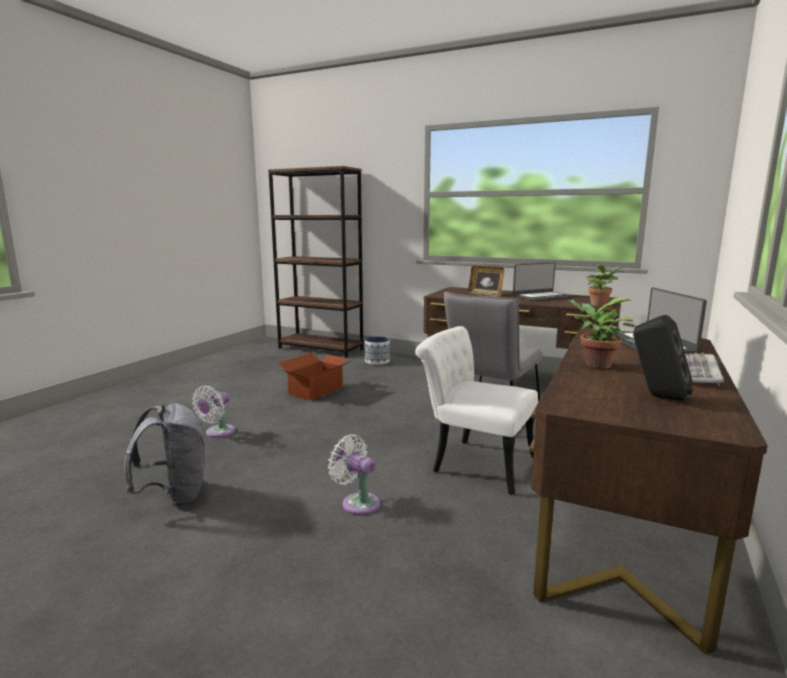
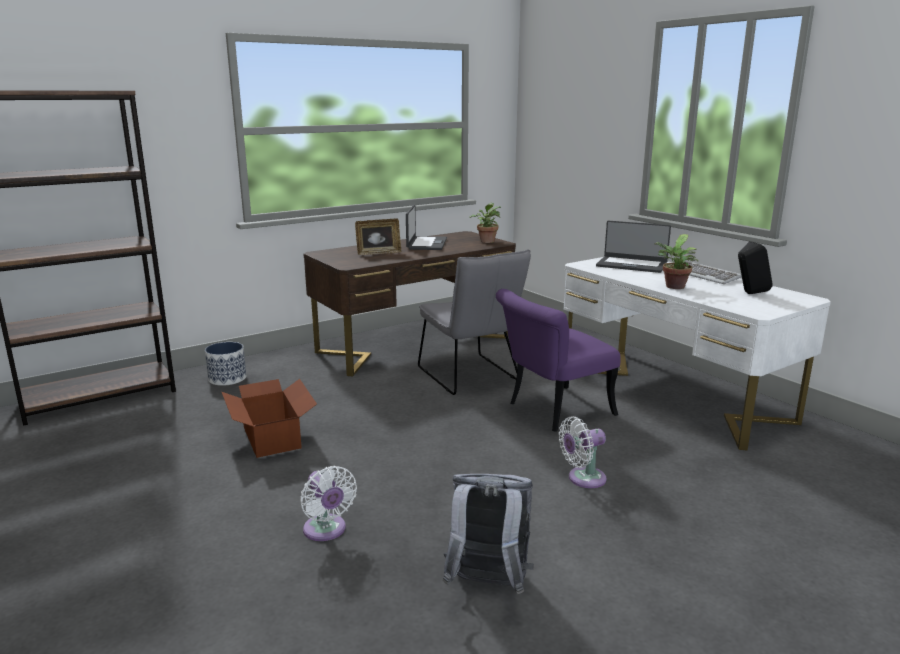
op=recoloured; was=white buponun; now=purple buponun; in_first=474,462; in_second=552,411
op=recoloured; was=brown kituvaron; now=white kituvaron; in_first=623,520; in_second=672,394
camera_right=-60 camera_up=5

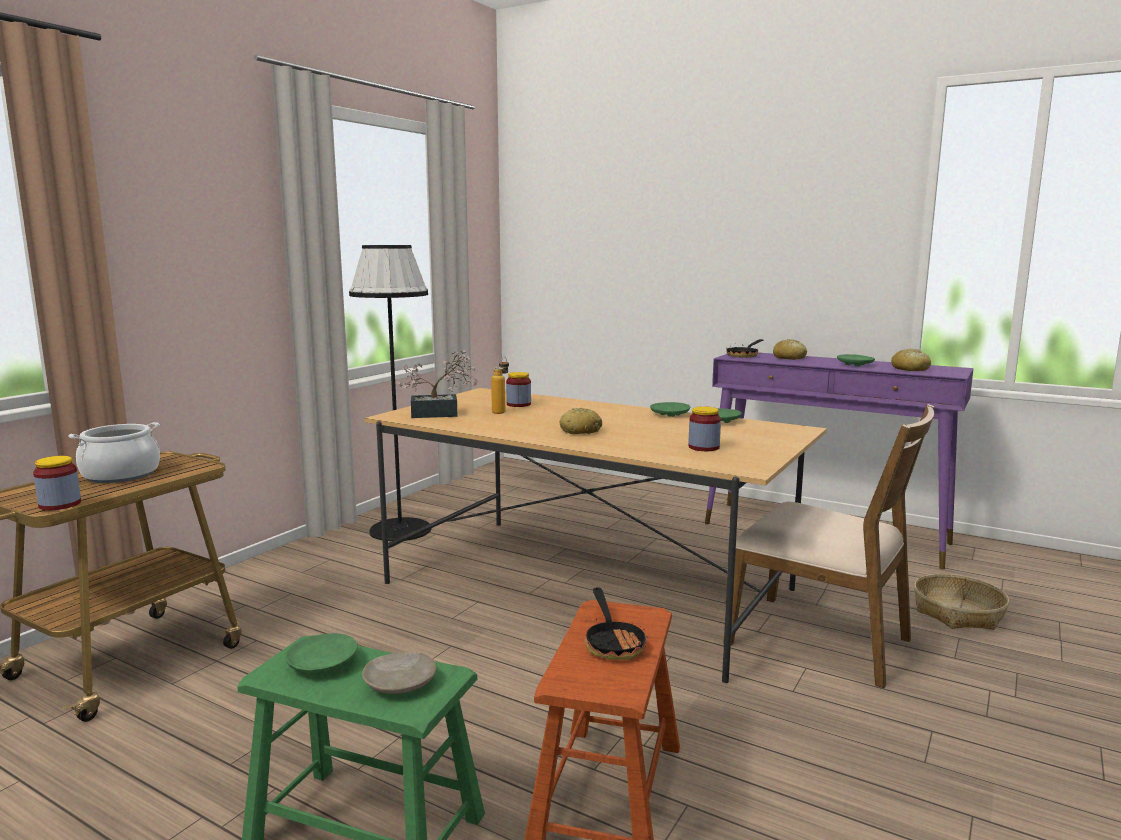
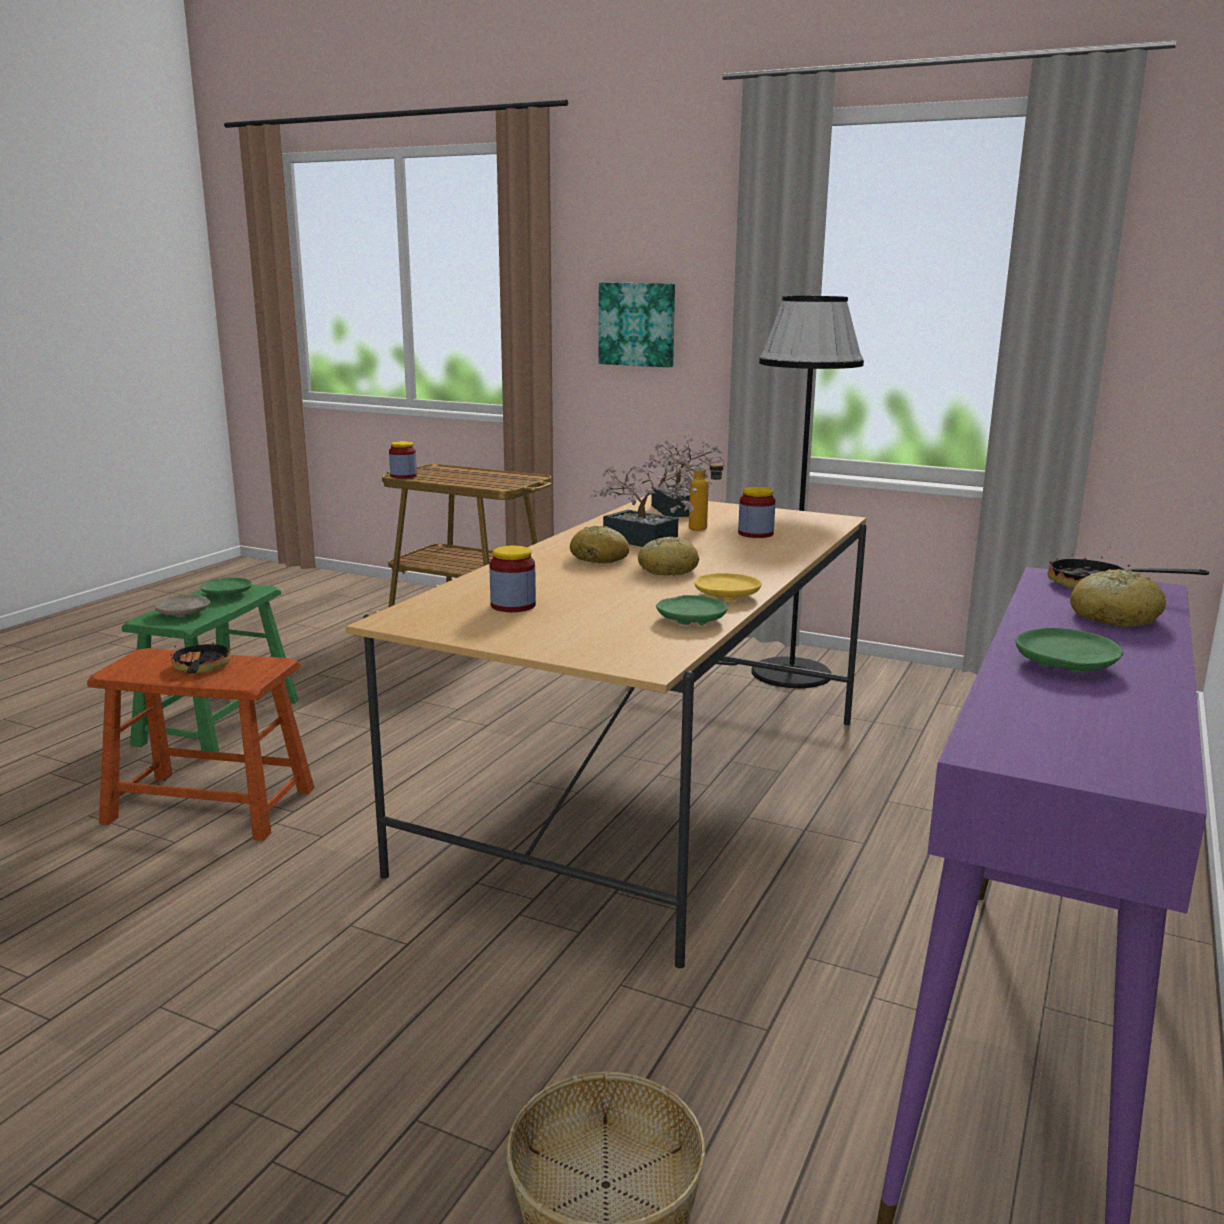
op=turned; was=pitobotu; in_first=613,642; in_second=200,668; clockwise=90
op=added; now=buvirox; in_second=647,541
op=added; now=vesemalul; in_second=637,324
op=moved; was=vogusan; in_first=910,369; in_second=667,570
op=recoloured; was=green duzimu; now=yellow duzimu; in_first=669,415; in_second=726,596
op=removed; was=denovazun; in_first=121,475
op=removed; was=brown buponun; in_first=820,640
camera_right=85 camera_up=5

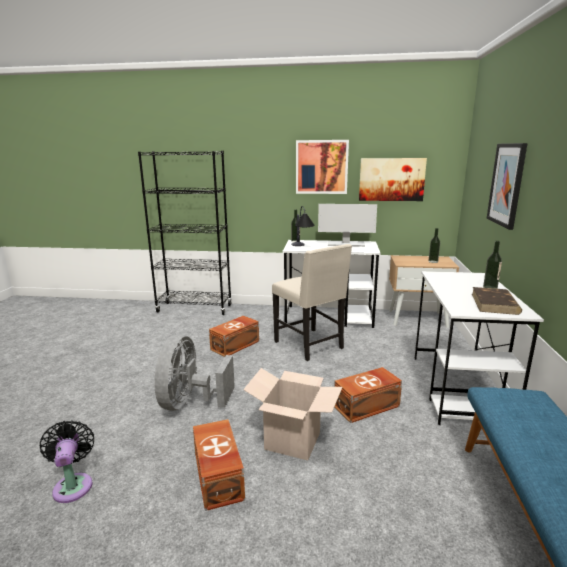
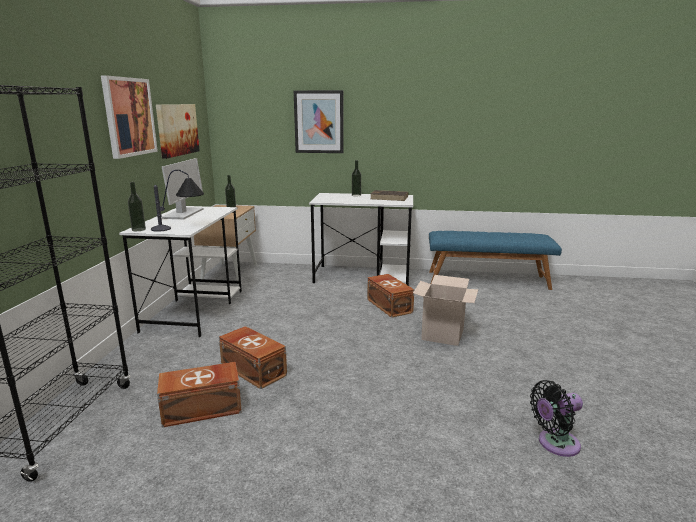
op=moved; was=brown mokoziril; in_first=217,477; in_second=203,409
op=removed; was=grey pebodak; in_first=190,403
op=removed; was=beige buponun; in_first=310,345
camera_right=-90 camera_up=0

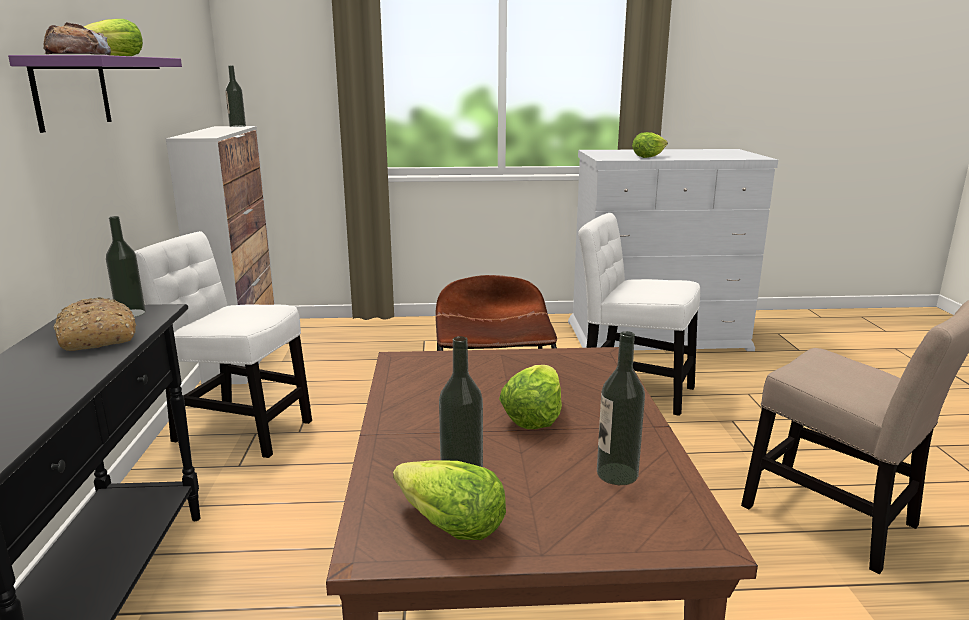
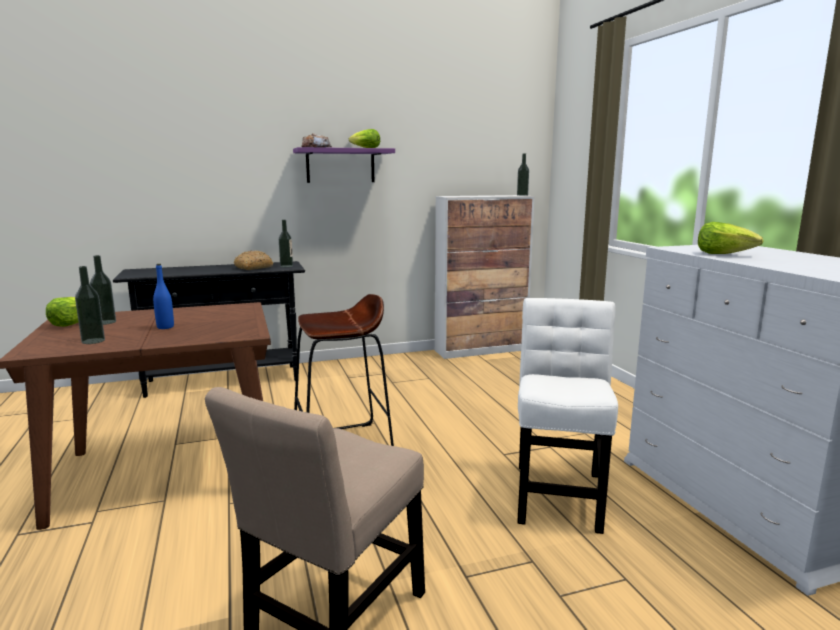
op=replaced; was=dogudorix; now=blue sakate; in_first=533,416; in_second=165,327
op=removed; was=white buponun; in_first=238,429
camera_right=75 camera_up=-5

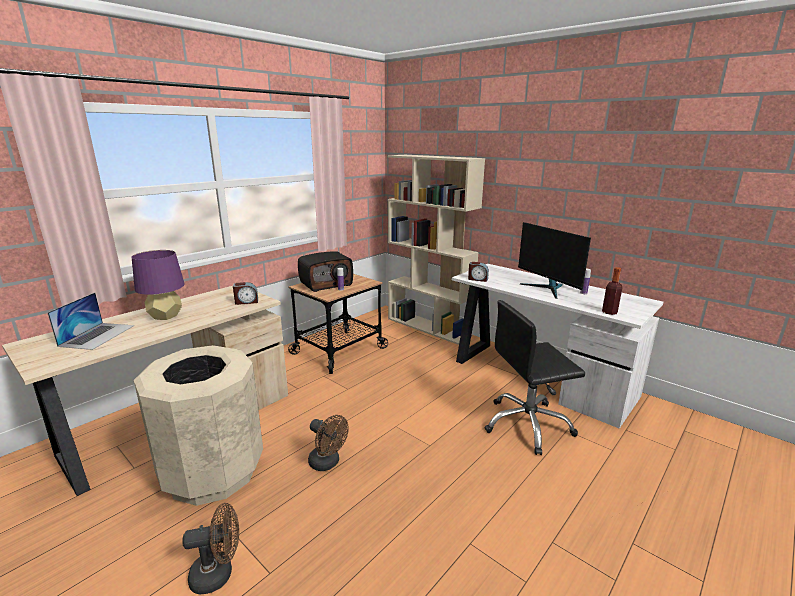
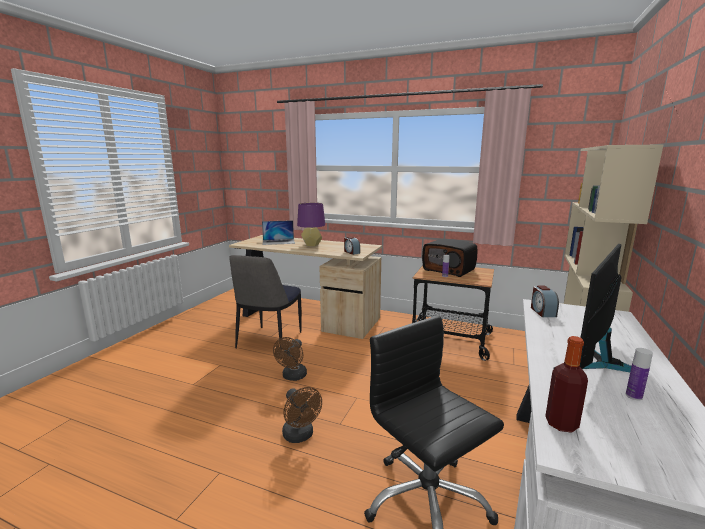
op=replaced; was=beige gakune; now=buponun; in_first=213,473; in_second=269,341
op=moved; was=brown pebodak; in_first=218,573; in_second=300,436
camera_right=70 camera_up=-5

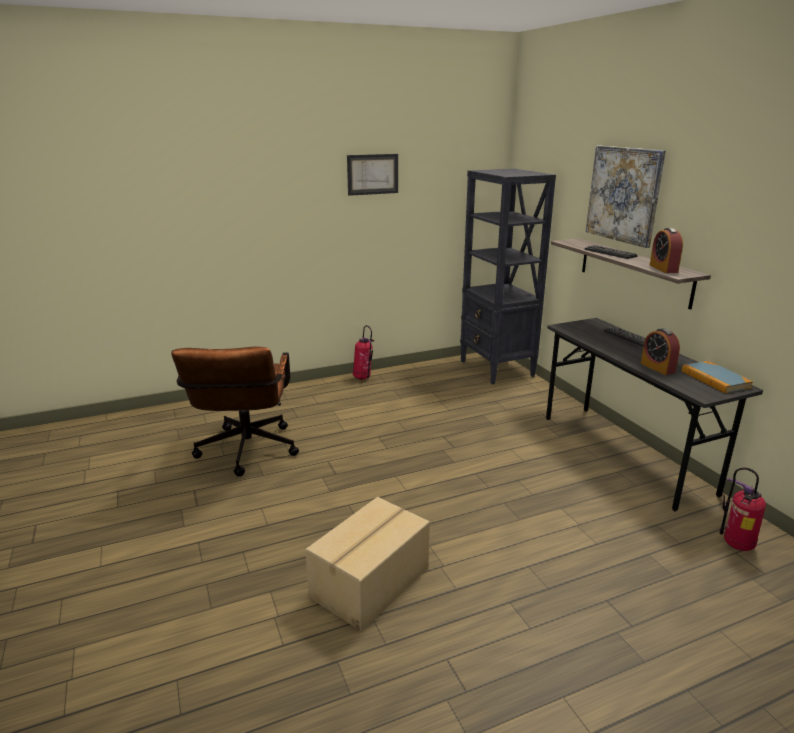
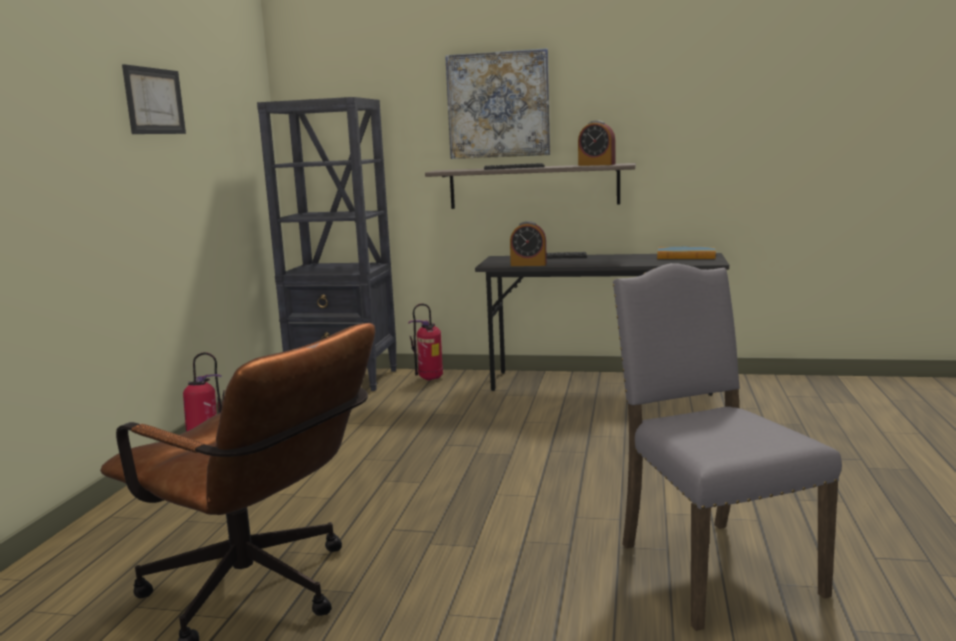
op=moved; was=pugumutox; in_first=735,546; in_second=429,379
op=moved; was=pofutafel; in_first=657,368; in_second=528,264
op=replaced; was=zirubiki; now=grey buponun; in_first=372,583; in_second=711,567
camera_right=-55 camera_up=-10

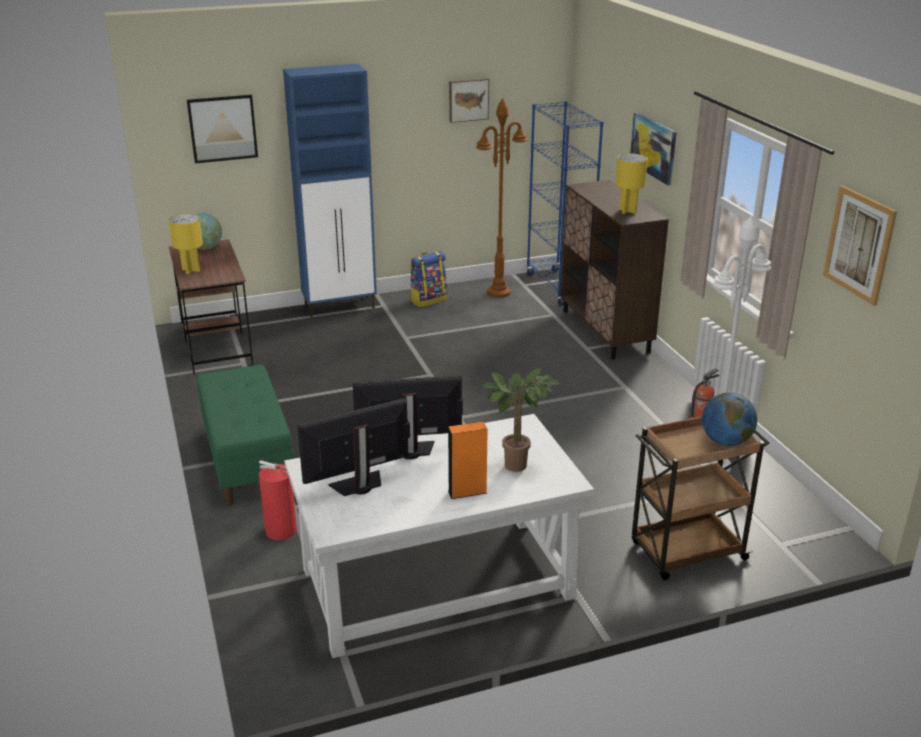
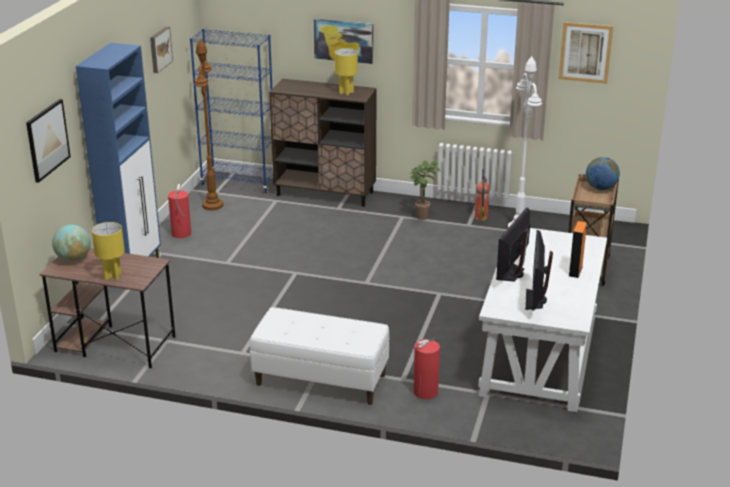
op=replaced; was=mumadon; now=pugumutox; in_first=428,300; in_second=181,234
op=recoloured; was=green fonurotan; now=white fonurotan; in_first=247,460; in_second=320,380
op=moved; was=buvirox; in_first=519,464; in_second=422,216
camera_right=-55 camera_up=0

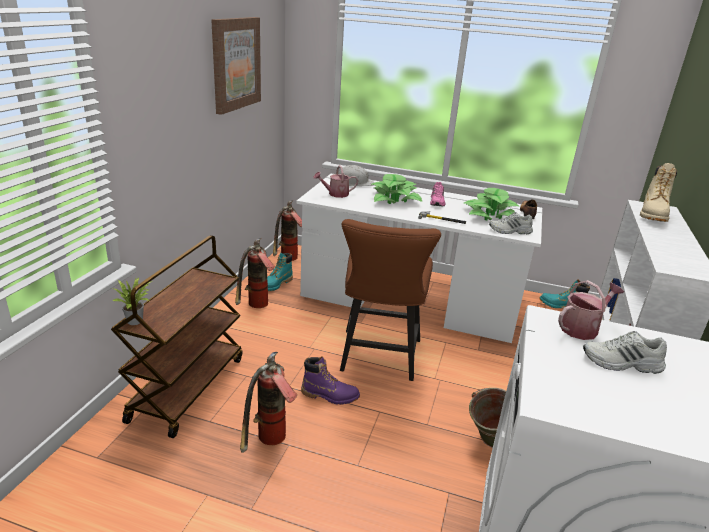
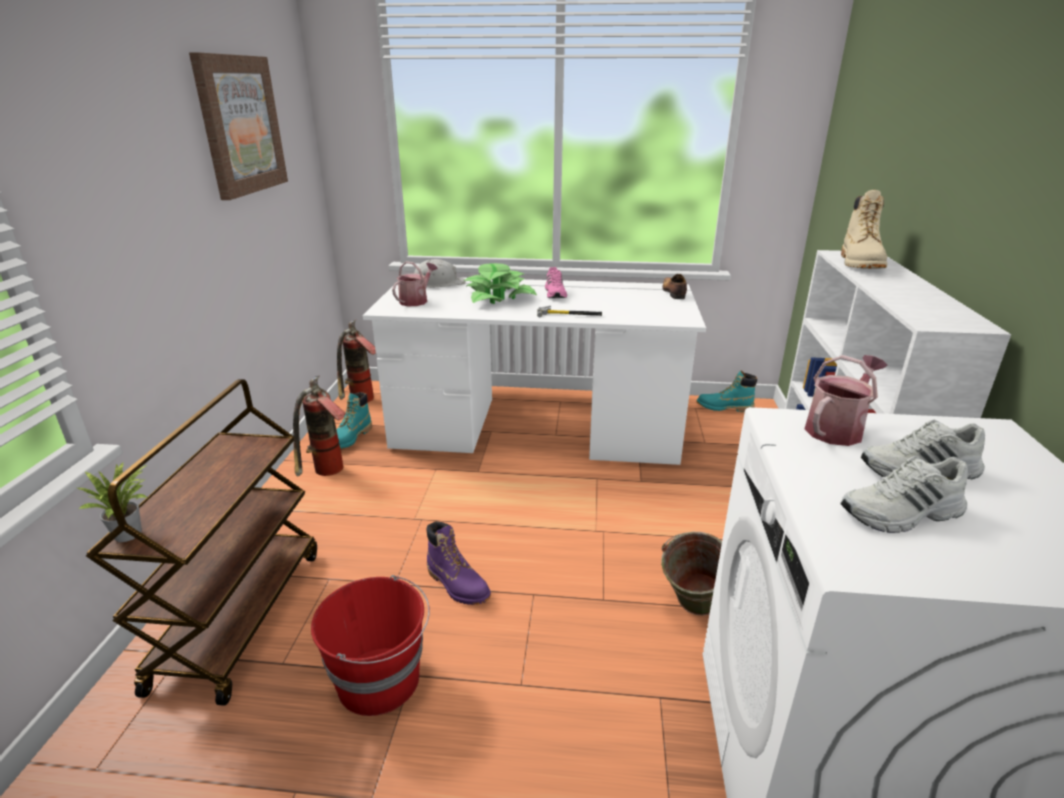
op=replaced; was=pugumutox; now=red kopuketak; in_first=268,443; in_second=380,680
op=turned; was=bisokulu; in_first=335,194; in_second=416,300; clockwise=150
op=turned; was=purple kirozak; in_first=330,395; in_second=457,584; clockwise=45
op=moved; was=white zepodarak; in_first=510,231; in_second=902,514
op=removed; was=brown buponun; in_first=379,359
op=removed; was=buvirox; in_first=489,214
camera_right=-10 camera_up=0

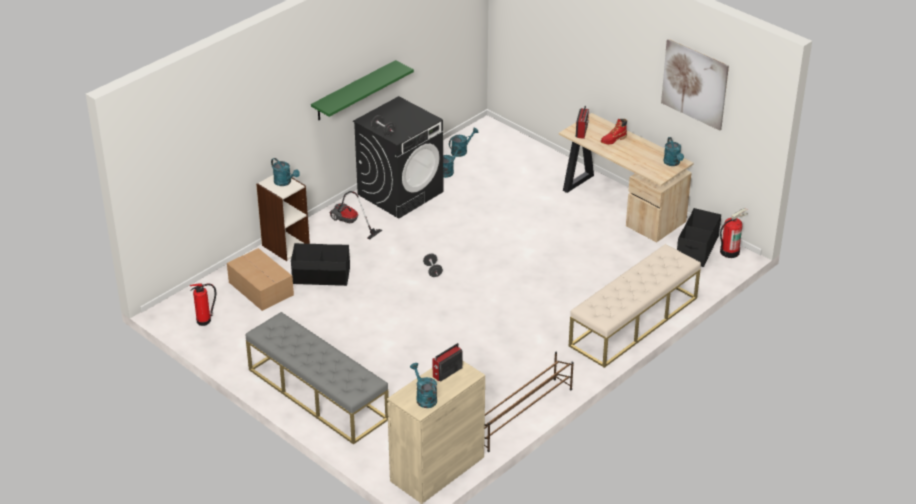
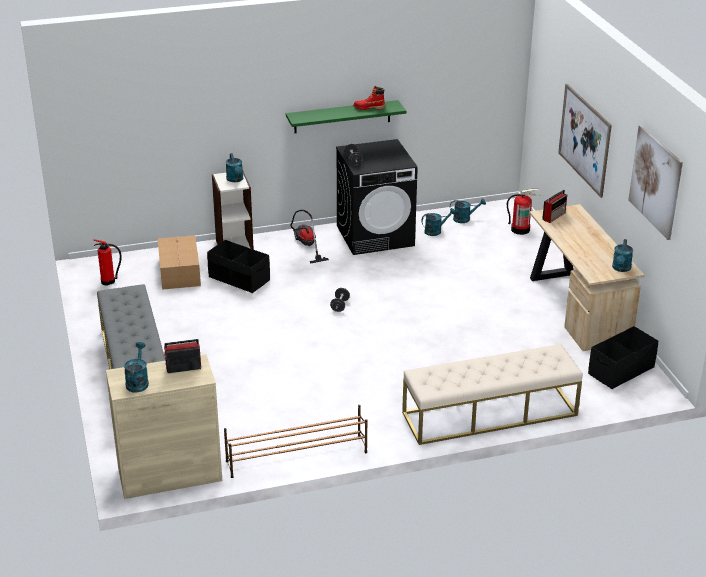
op=moved; was=red kirozak; in_first=613,140; in_second=369,108
op=moved; was=pugumutox; in_first=729,251; in_second=520,229
op=added; now=vesemalul; in_second=584,139
camera_right=30 camera_up=-5

